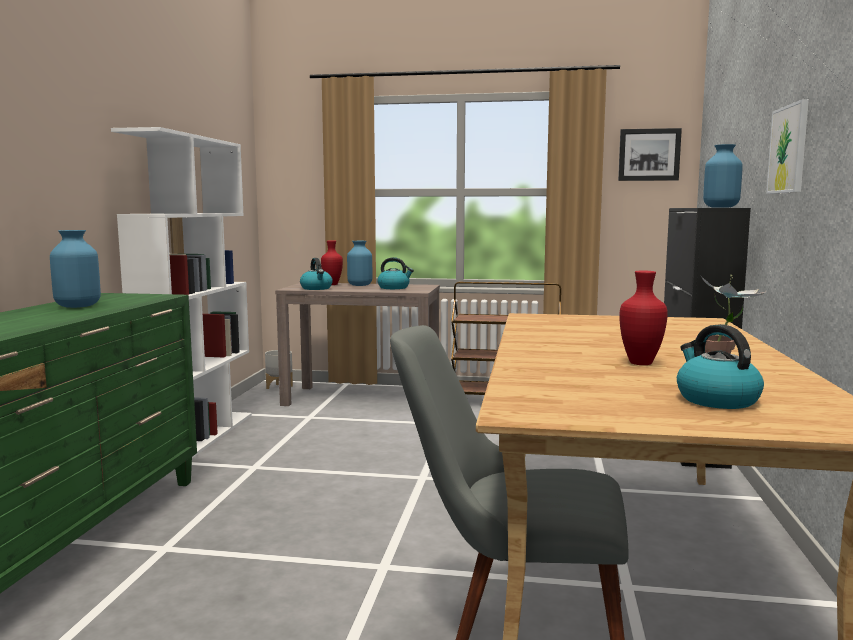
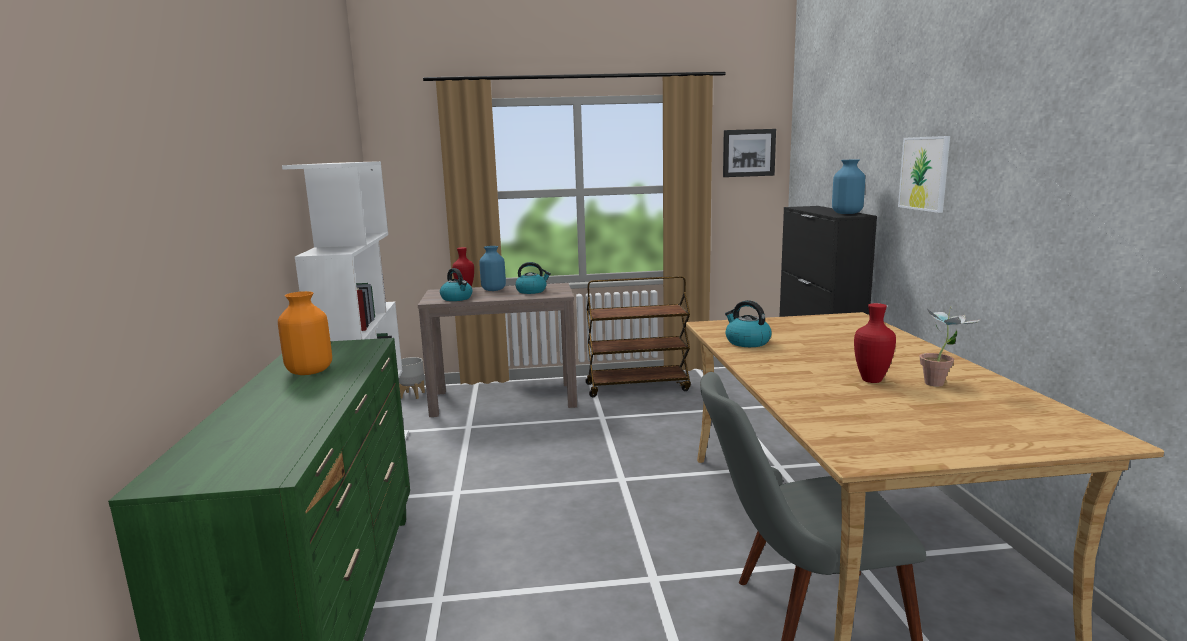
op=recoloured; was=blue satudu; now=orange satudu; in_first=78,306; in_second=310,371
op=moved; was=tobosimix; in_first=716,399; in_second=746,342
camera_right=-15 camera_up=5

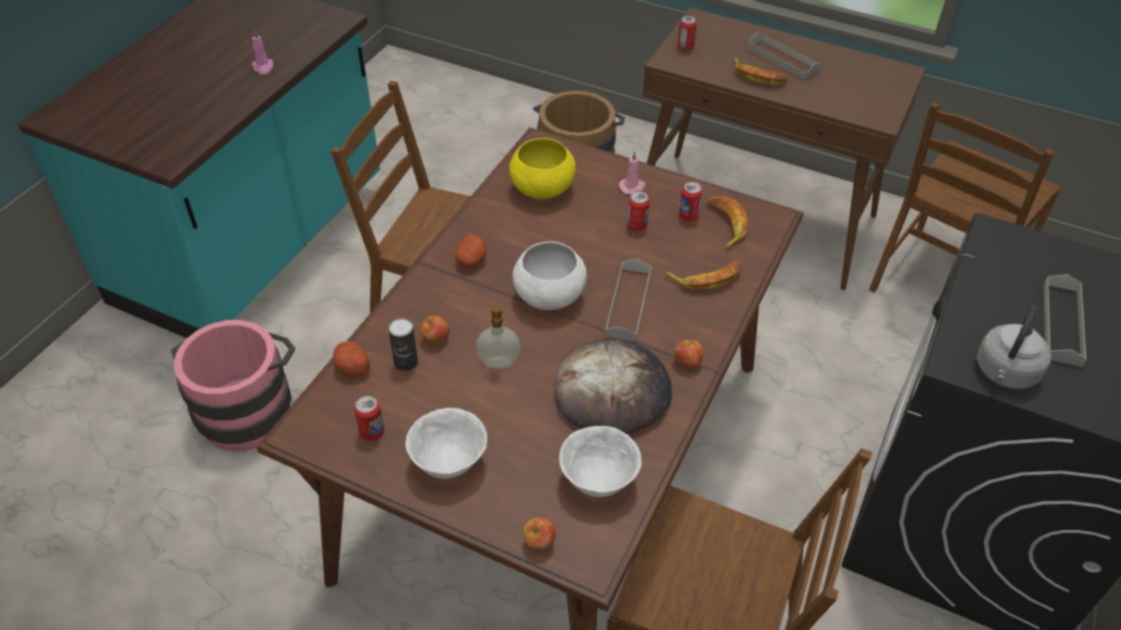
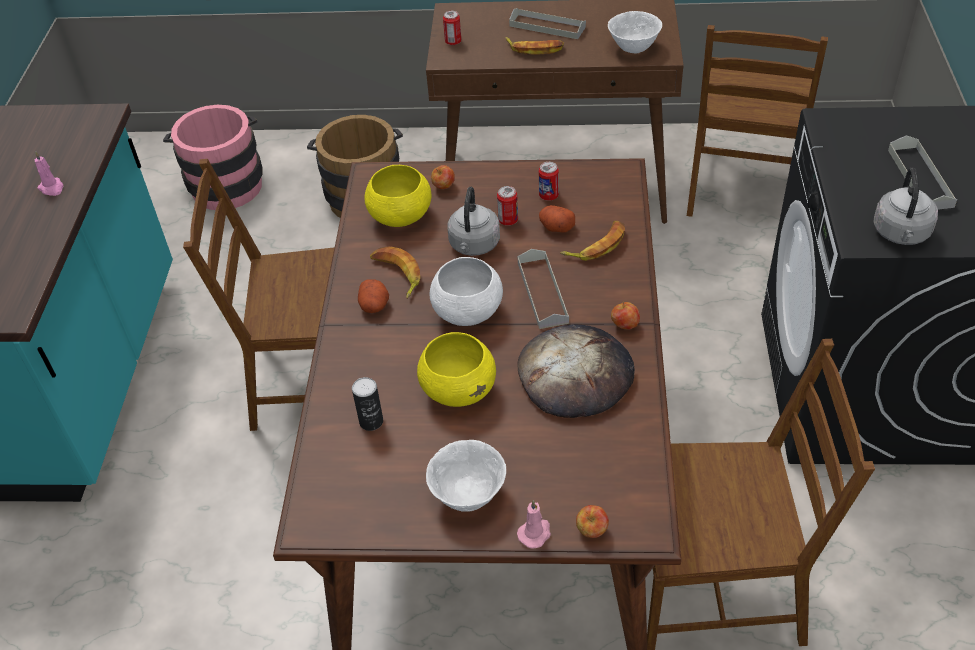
op=moved; was=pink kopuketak; in_first=248,408; in_second=225,182
op=moved; was=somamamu; in_first=725,224; in_second=396,275
op=replaced; was=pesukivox; now=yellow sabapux; in_first=499,363; in_second=459,389
op=moved; was=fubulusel; in_first=436,339; in_second=444,187
op=added; now=grey tobosimix; in_second=474,246
op=moved; was=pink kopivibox; in_first=632,187; in_second=535,533
op=moved; was=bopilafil; in_first=351,367; in_second=556,227
op=moved; was=white sabapux; in_first=598,480; in_second=633,48
op=removed; was=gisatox; in_first=372,432
camera_right=-20 camera_up=0

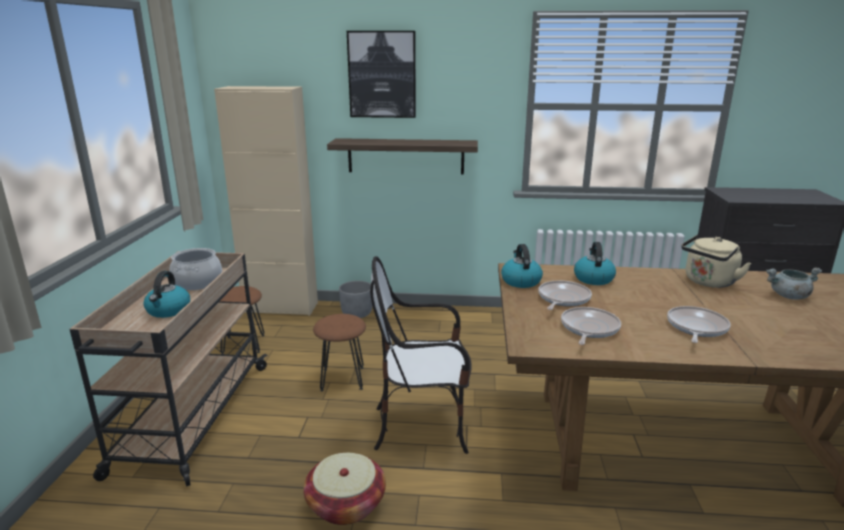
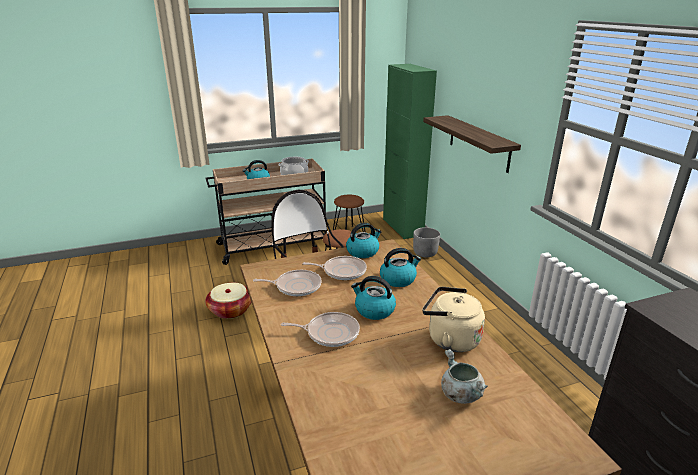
op=added; now=tobosimix; in_second=374,310
op=recoloured; was=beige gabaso; now=green gabaso; in_first=281,307; in_second=402,227
op=removed; was=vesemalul; in_first=382,74
camera_right=65 camera_up=5

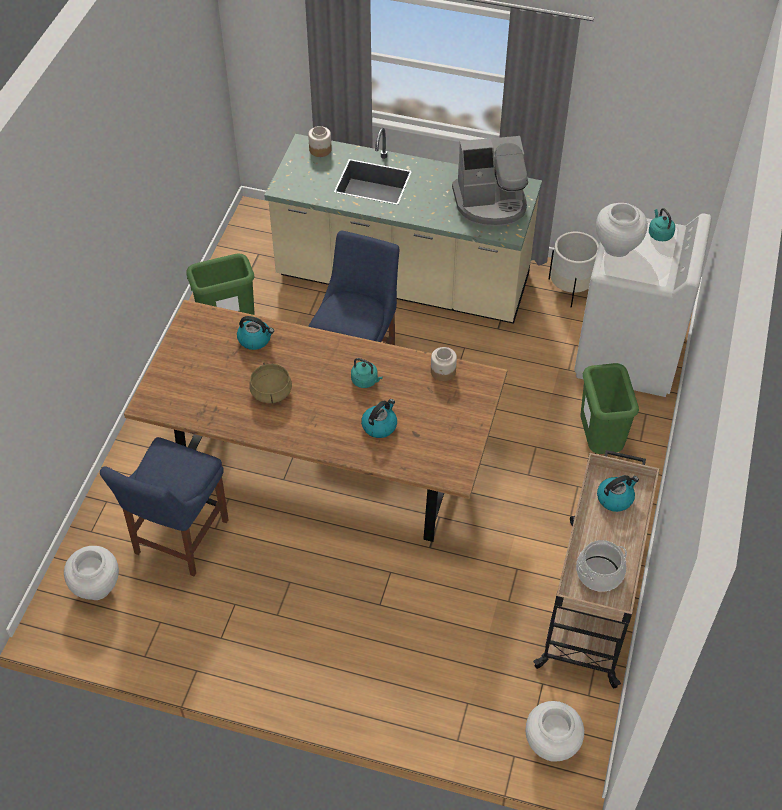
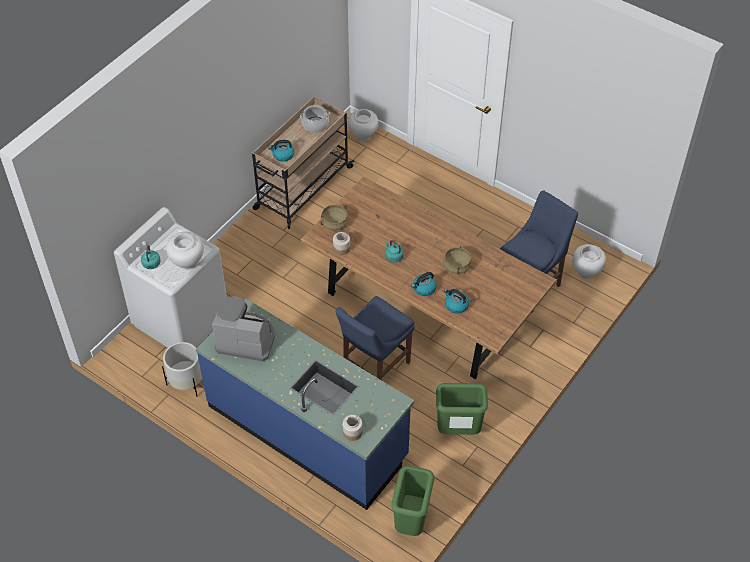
op=recoloured; was=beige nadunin; now=blue nadunin; in_first=403,279; in_second=308,431
op=added; now=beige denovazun; in_second=334,223
op=moved; was=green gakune; in_first=600,442; in_second=410,521
op=moved; was=tobosimix; in_first=379,426; in_second=424,288
camera_right=-160 camera_up=0

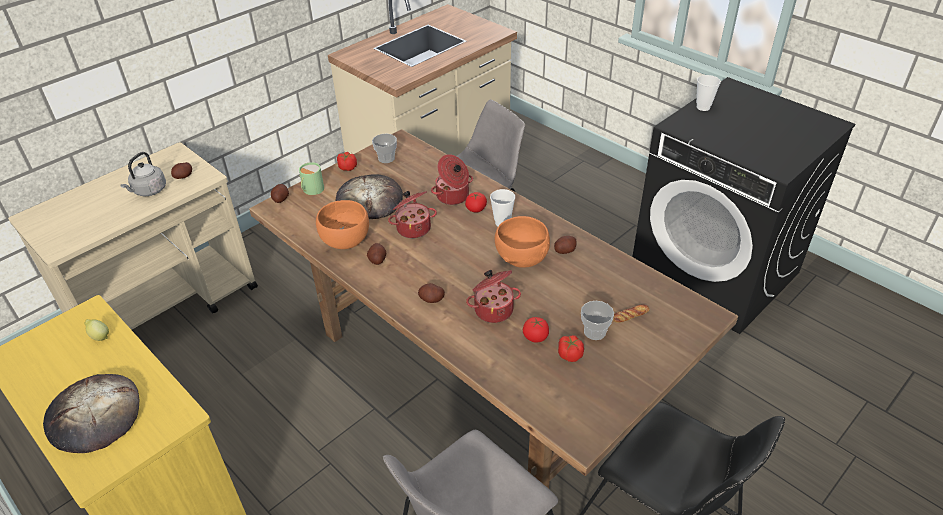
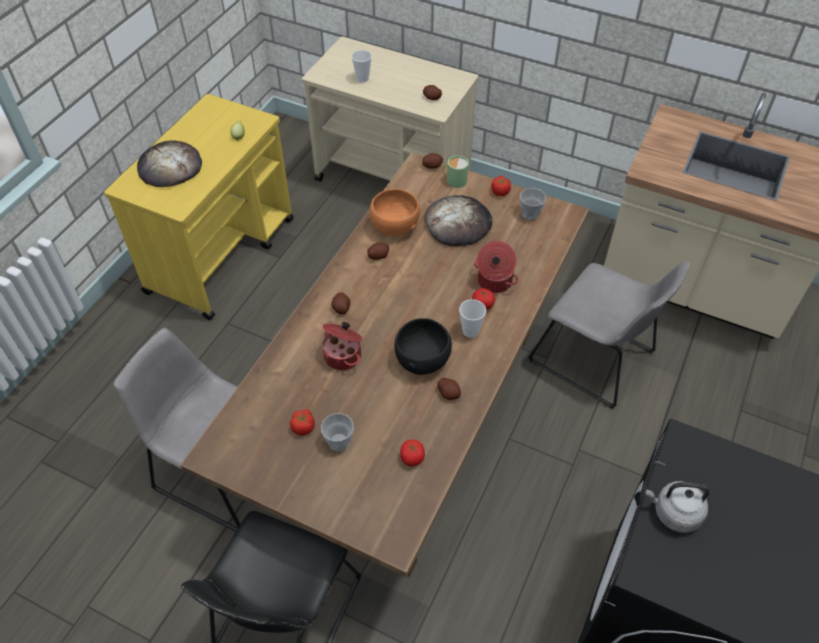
op=moved; was=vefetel; in_first=703,107; in_second=362,79
op=recoloured; was=orange sabapux; now=black sabapux; in_first=522,258; in_second=423,360
op=moved; was=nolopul; in_first=535,337; in_second=412,458
op=moved; was=grey tobosimix; in_first=148,191; in_second=674,513
op=removed; was=denovazun; in_first=413,228
op=removed; was=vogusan; in_first=630,315
camera_right=70 camera_up=10

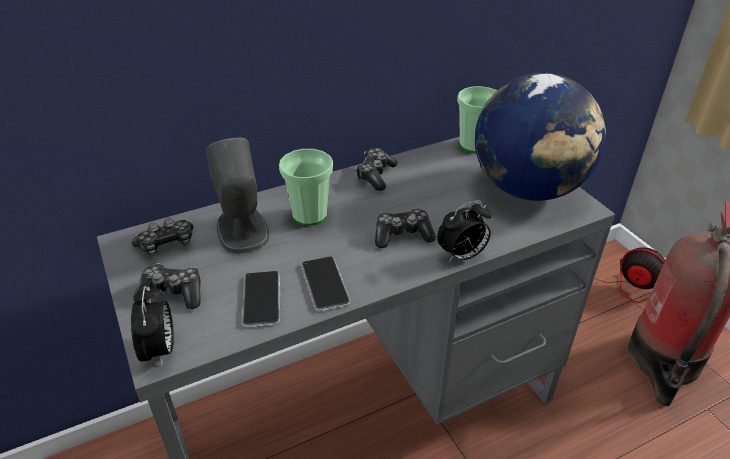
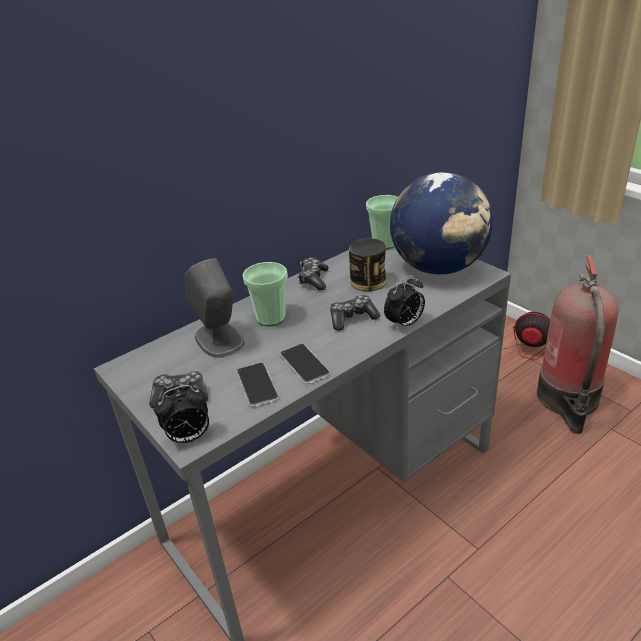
op=turned; was=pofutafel; in_first=160,350; in_second=189,438; clockwise=90
op=added; now=gisatox; in_second=368,281
op=removed; was=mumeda; in_first=167,244
camera_right=-10 camera_up=-5

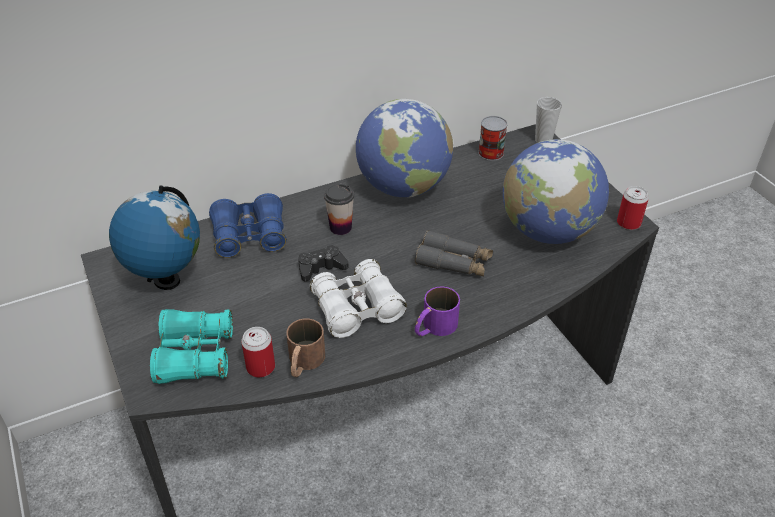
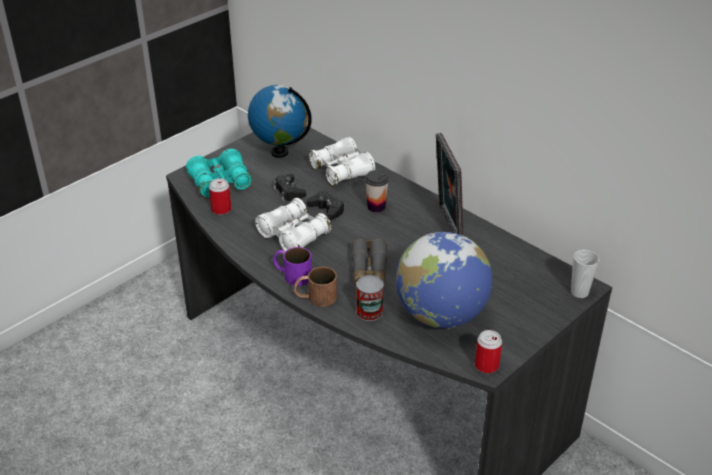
op=added; now=black mumeda; in_second=289,191
op=moved; was=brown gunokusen; in_first=304,363; in_second=315,297
op=recoloured; was=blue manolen; now=white manolen; in_first=249,236; in_second=342,170
op=moved; was=gisatox; in_first=491,153; in_second=369,312
op=replaced; was=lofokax; now=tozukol; in_first=403,187; in_second=446,225
camera_right=70 camera_up=-5

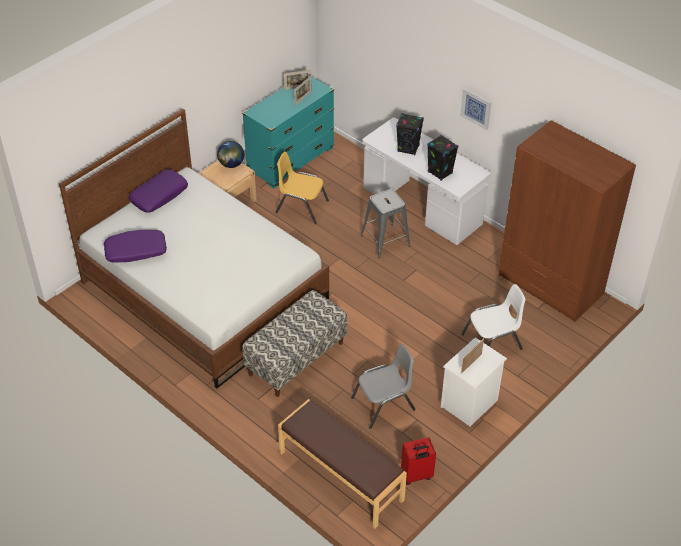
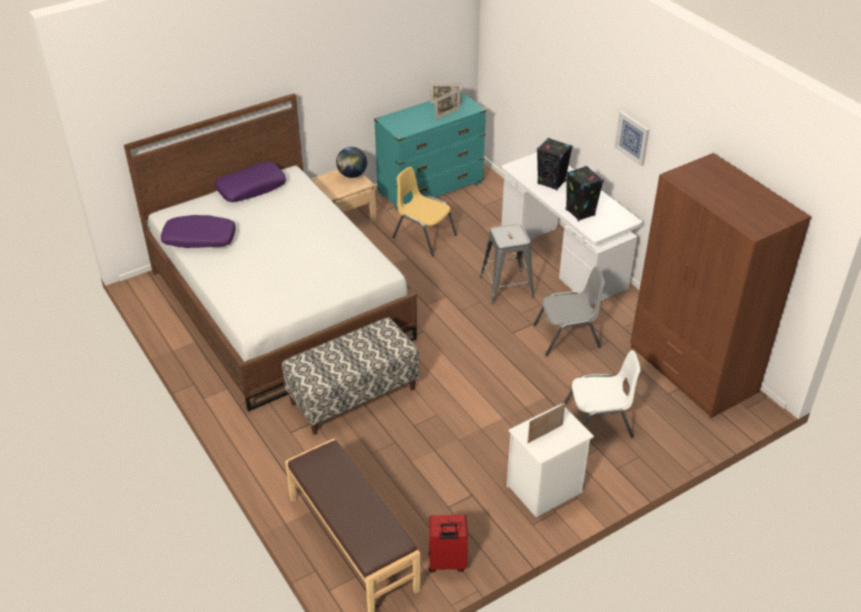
op=moved; was=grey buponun; in_first=384,404; in_second=567,337
camera_right=15 camera_up=-5

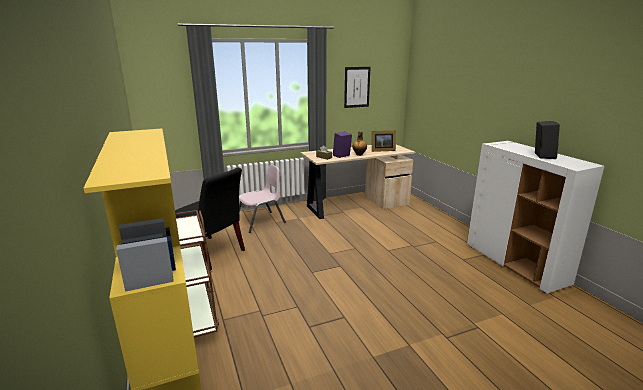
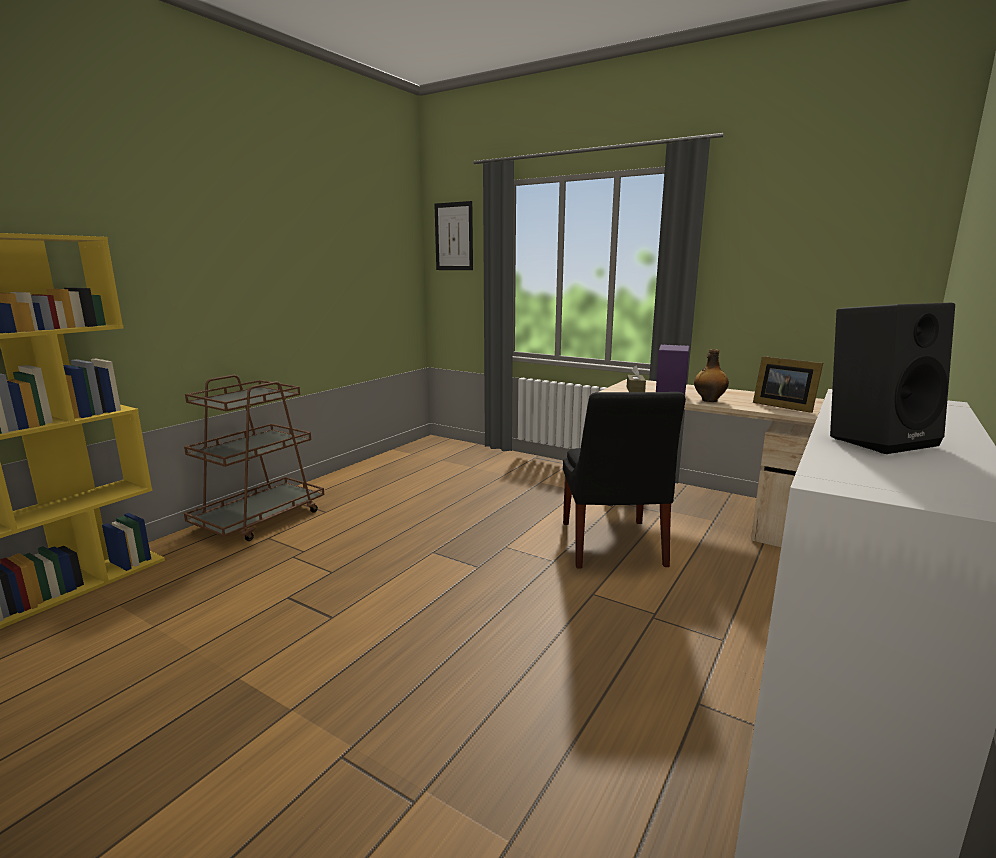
op=moved; was=vesemalul; in_first=357,87; in_second=454,236
op=moved; was=black buponun; in_first=212,254; in_second=612,546
op=removed; was=pink buponun; in_first=261,222
camera_right=55 camera_up=-5

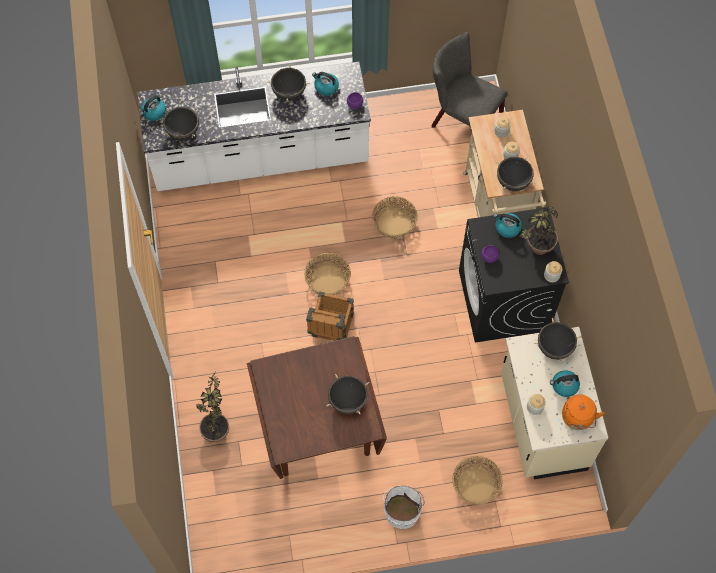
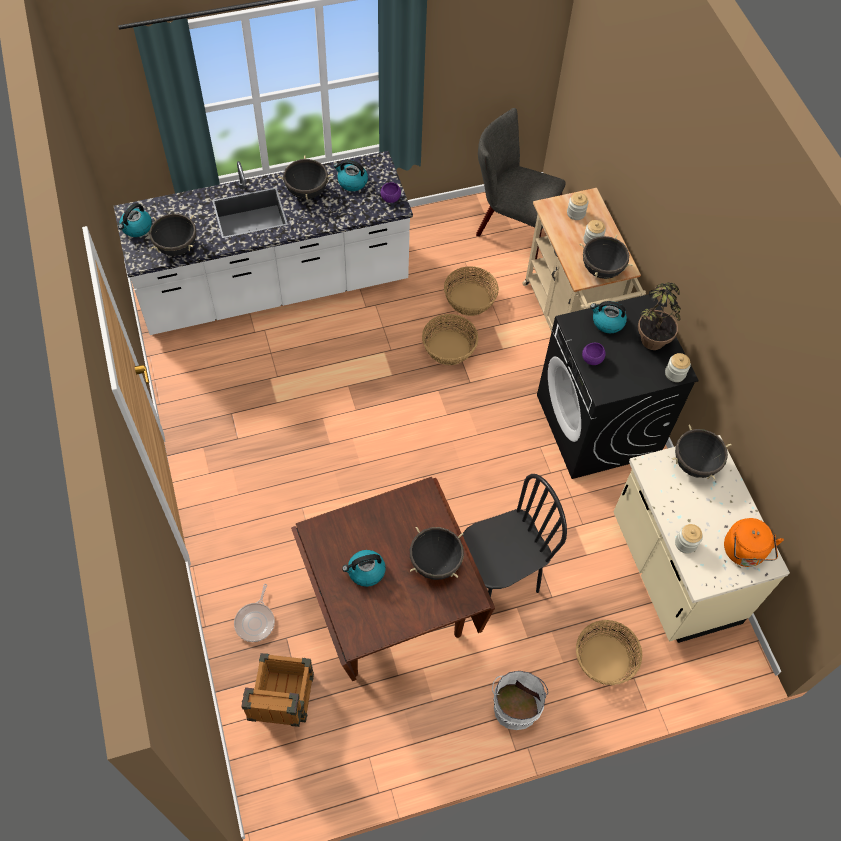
op=replaced; was=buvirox; now=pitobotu; in_first=217,426; in_second=256,621
op=moved; was=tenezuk; in_first=330,330; in_second=283,703
op=moved; was=tobosimix; in_first=564,386; in_second=365,572
op=moved; was=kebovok; in_first=328,280; in_second=470,299
op=added; now=black buponun; in_second=498,578
camera_right=-10 camera_up=-5

